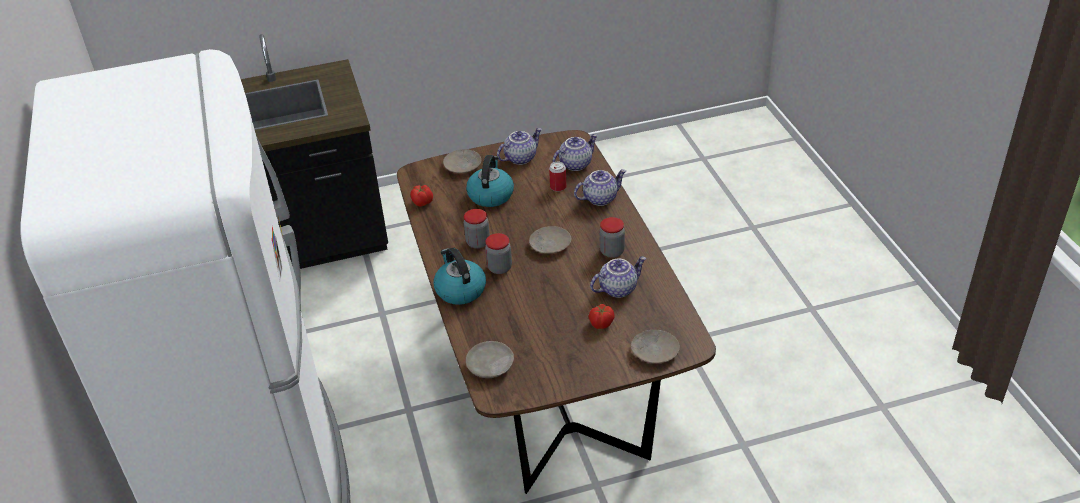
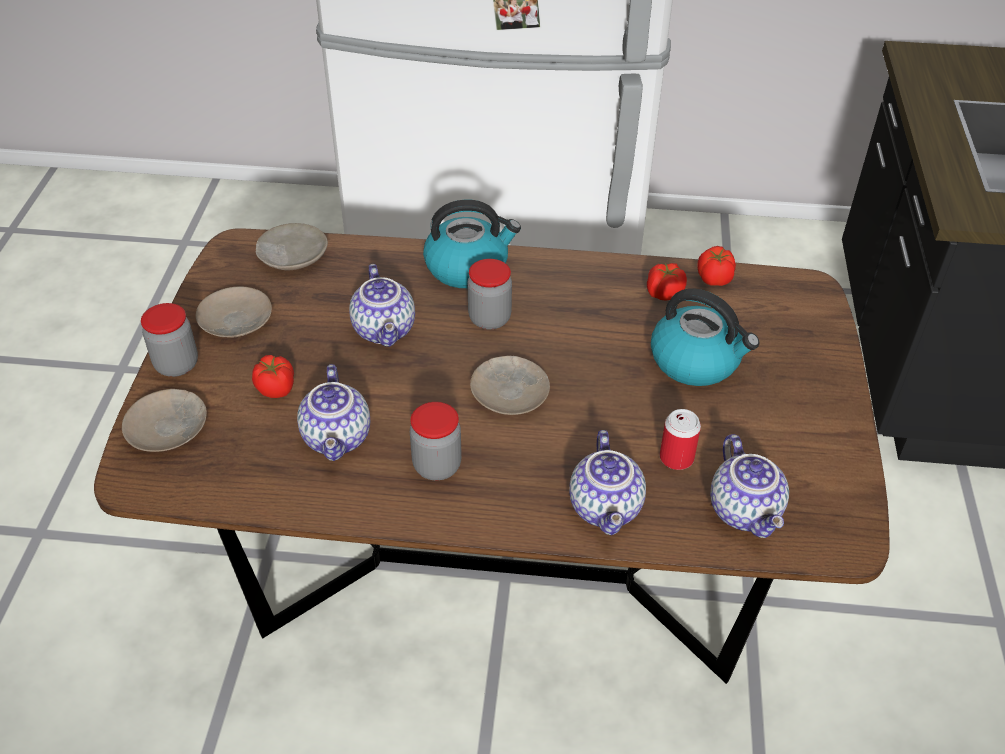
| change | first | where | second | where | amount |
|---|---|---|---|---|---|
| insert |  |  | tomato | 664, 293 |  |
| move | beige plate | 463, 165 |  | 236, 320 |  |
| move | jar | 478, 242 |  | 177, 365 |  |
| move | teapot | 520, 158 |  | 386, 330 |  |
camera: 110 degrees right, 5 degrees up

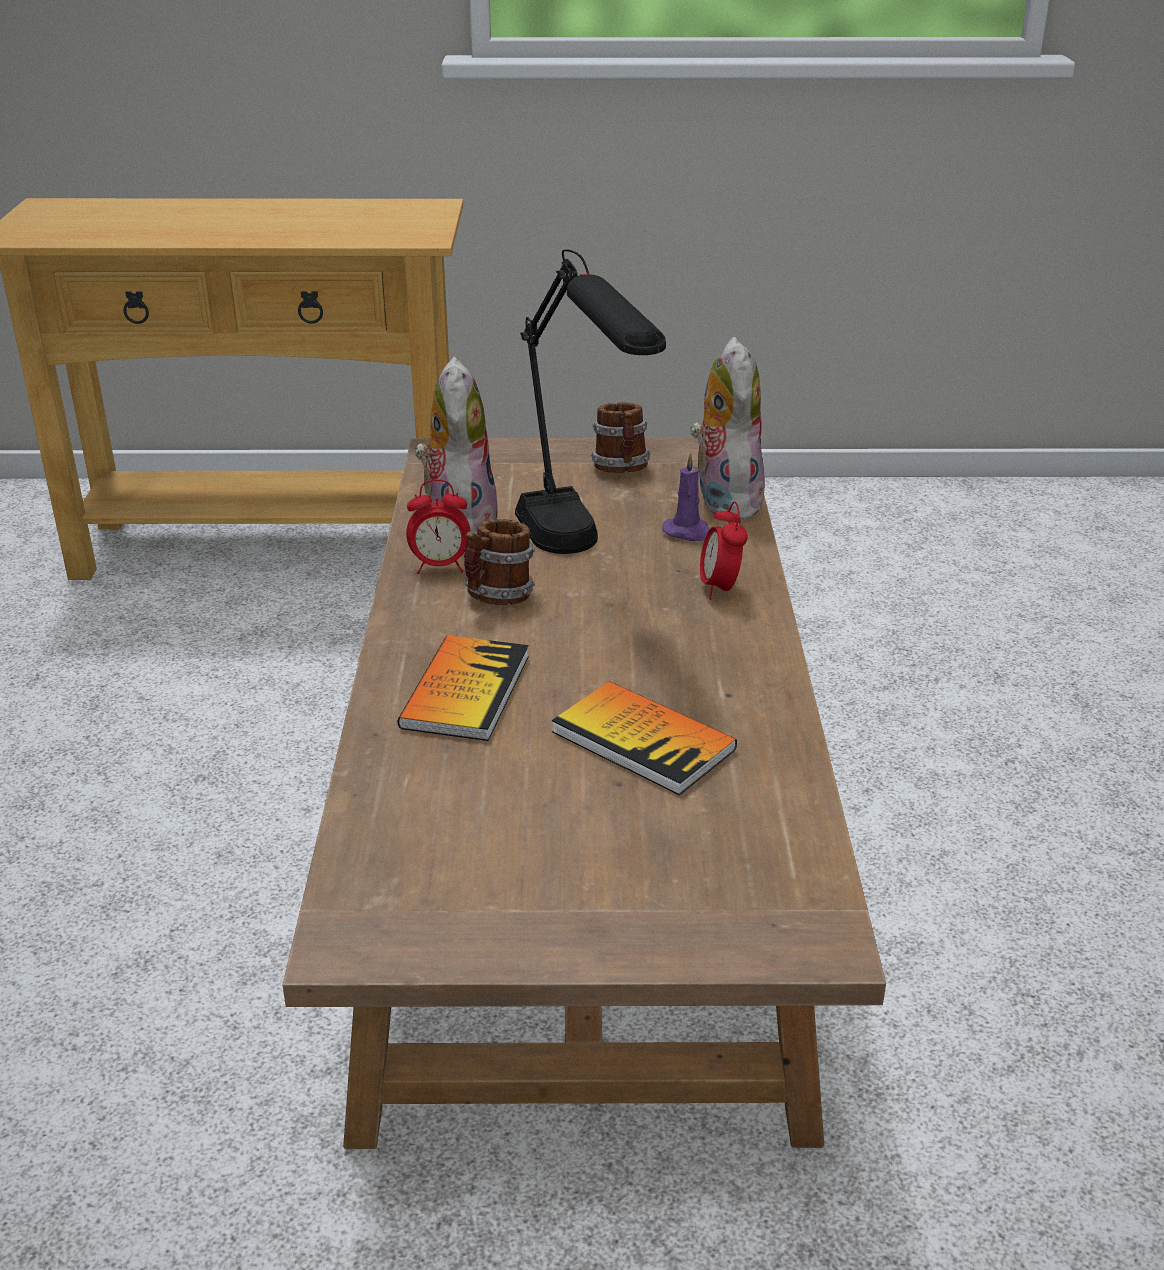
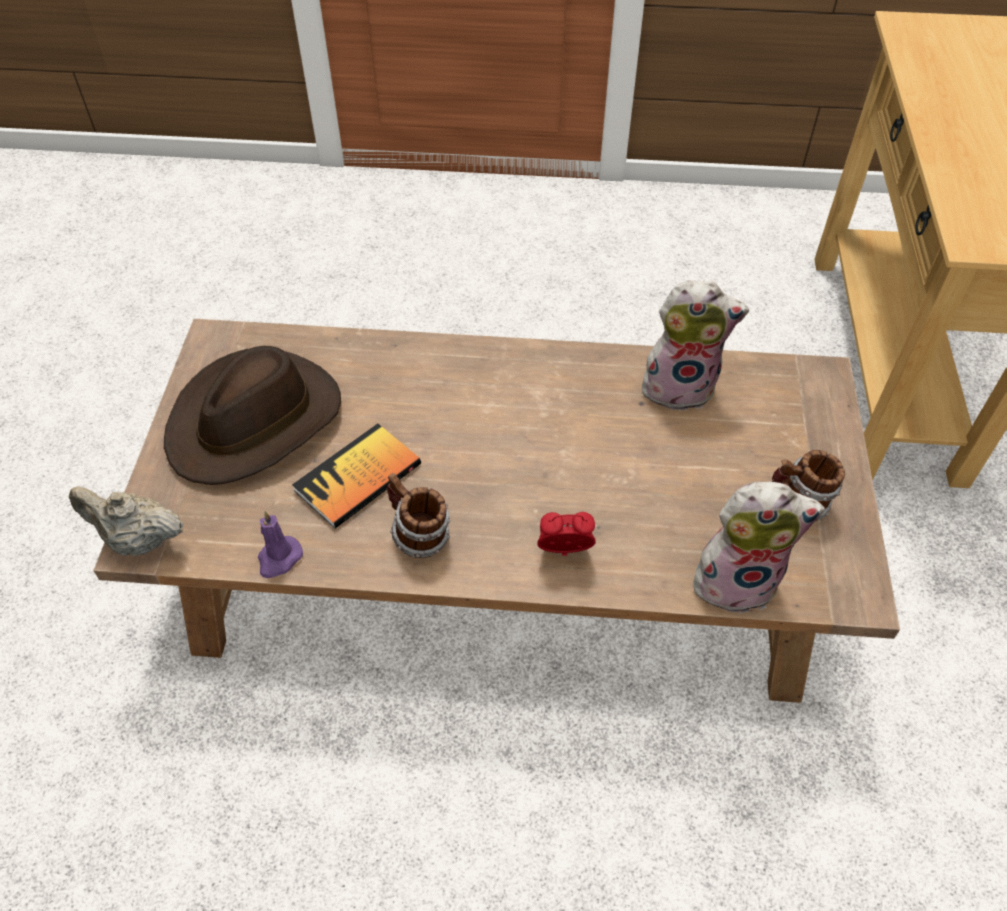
| change | first | where | second | where | amount |
|---|---|---|---|---|---|
| delete | book | 465, 691 |  |  |  |
| delete | alarm clock | 440, 567 |  |  |  |
| delete | black table lamp | 580, 561 |  |  |  |
| insert |  |  | beige teapot | 138, 540 |  |
| insert |  |  | brown hat | 255, 421 |  |
| move | mug | 497, 598 |  | 418, 536 |  |
| move | purple candle | 689, 532 |  | 279, 559 |  |
camera: 95 degrees right, 20 degrees up

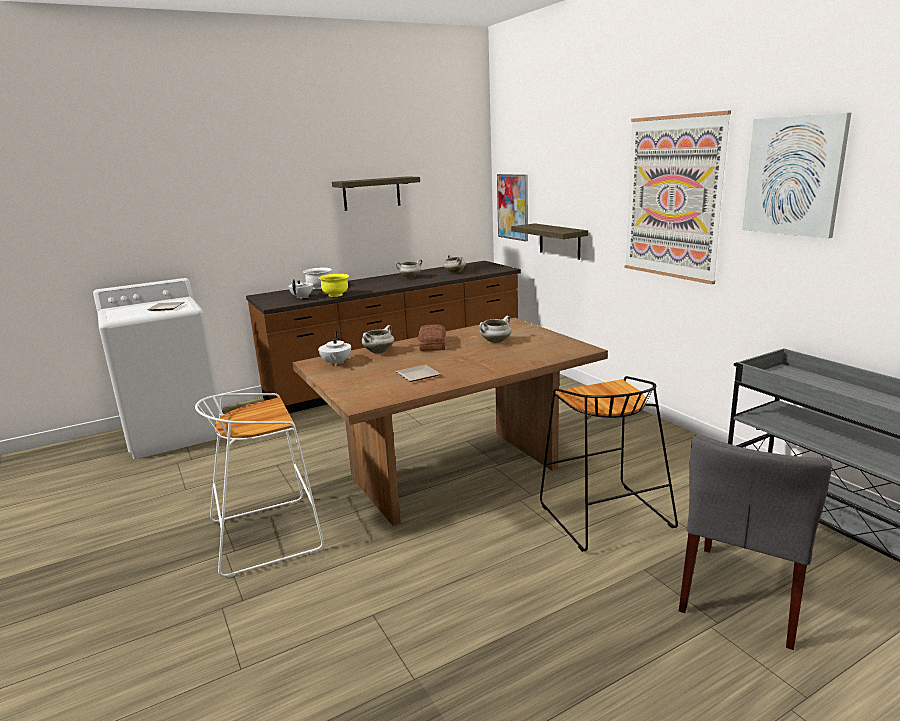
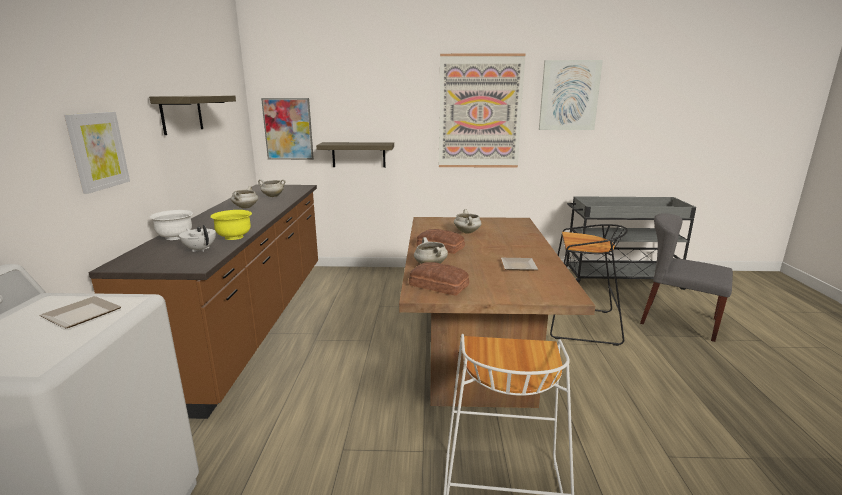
| change | first | where | second | where | amount |
|---|---|---|---|---|---|
| insert |  |  | picture | 97, 151 |  |
| replace | white teapot | 336, 363 | bread | 438, 286 |  |
| rotate | grey chair | 744, 594 |  | 678, 321 | 150 degrees clockwise |
camera: 60 degrees left, 0 degrees up

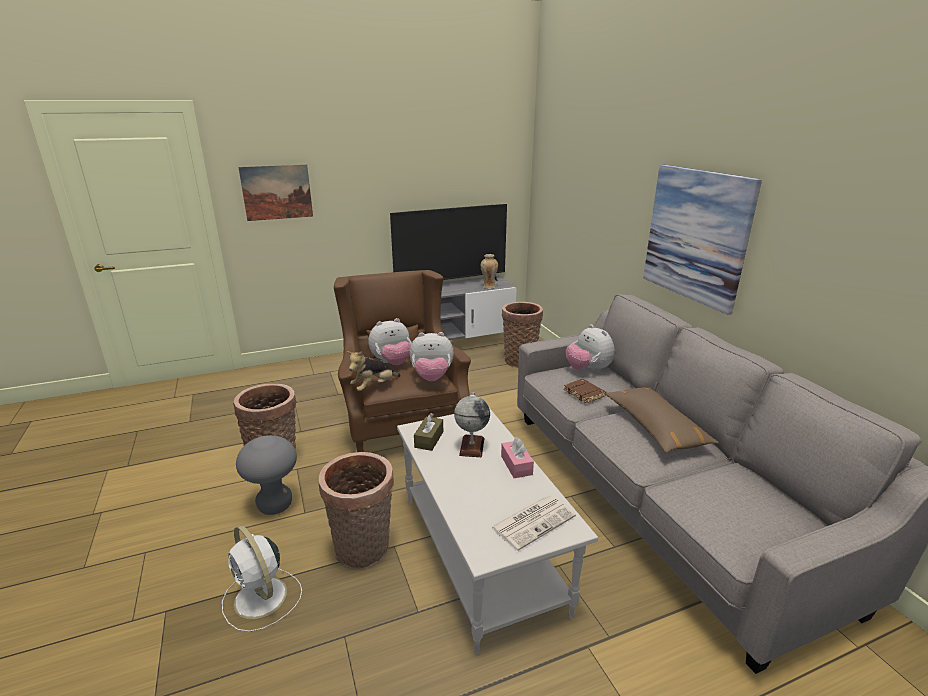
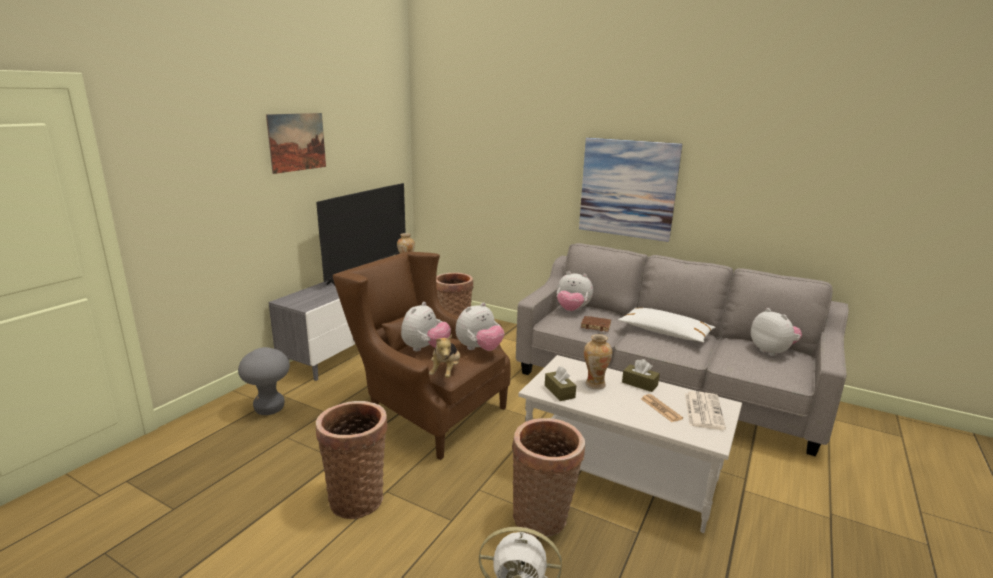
| change | first | where | second | where | amount |
|---|---|---|---|---|---|
| insert |  |  | newspaper | 661, 408 |  |
| insert |  |  | plush toy | 772, 351 |  |
| move | grey stool | 275, 505 |  | 269, 409 |  |
| move | picture | 277, 192 |  | 297, 142 |  |
| replace | globe | 472, 446 | vase | 594, 384 |  |
| recolor | pink tissue box | 516, 465 | brown tissue box | 639, 384 |  |
| recolor | brown pillow | 655, 427 | white pillow | 665, 332 |  |
camera: 40 degrees left, 5 degrees down

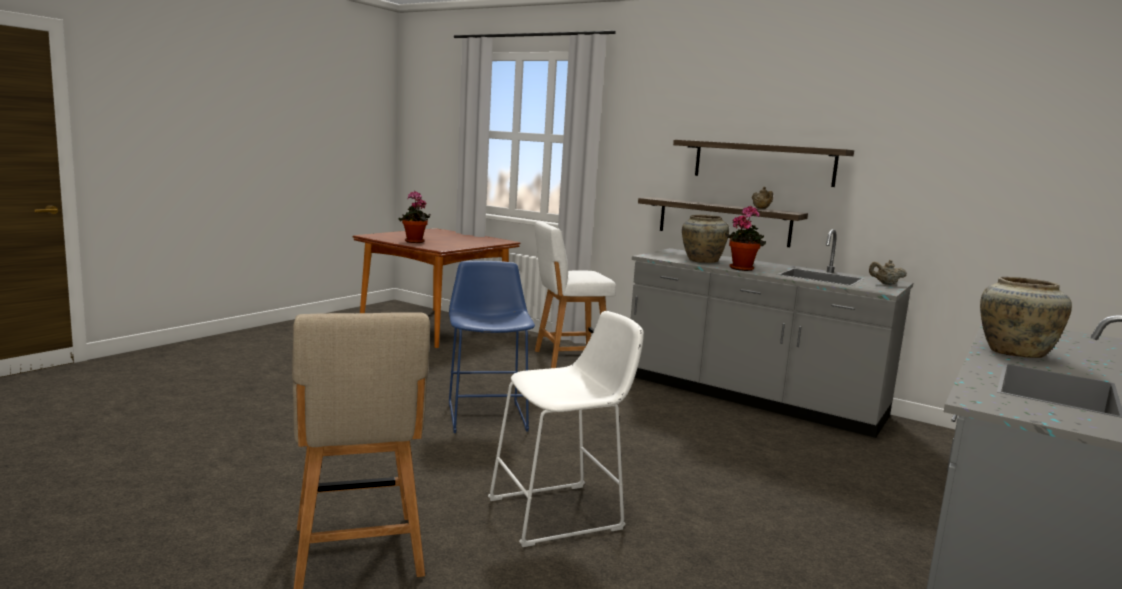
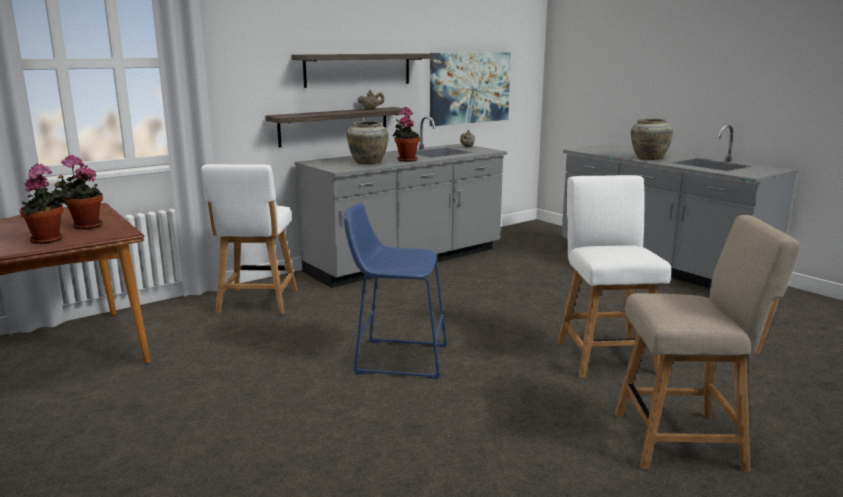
| change | first | where | second | where | amount |
|---|---|---|---|---|---|
| insert |  |  | potted plant | 84, 226 |  |
| insert |  |  | picture | 470, 88 |  |
| replace | white stool | 562, 513 | white chair | 605, 355 |  |
camera: 70 degrees left, 5 degrees up

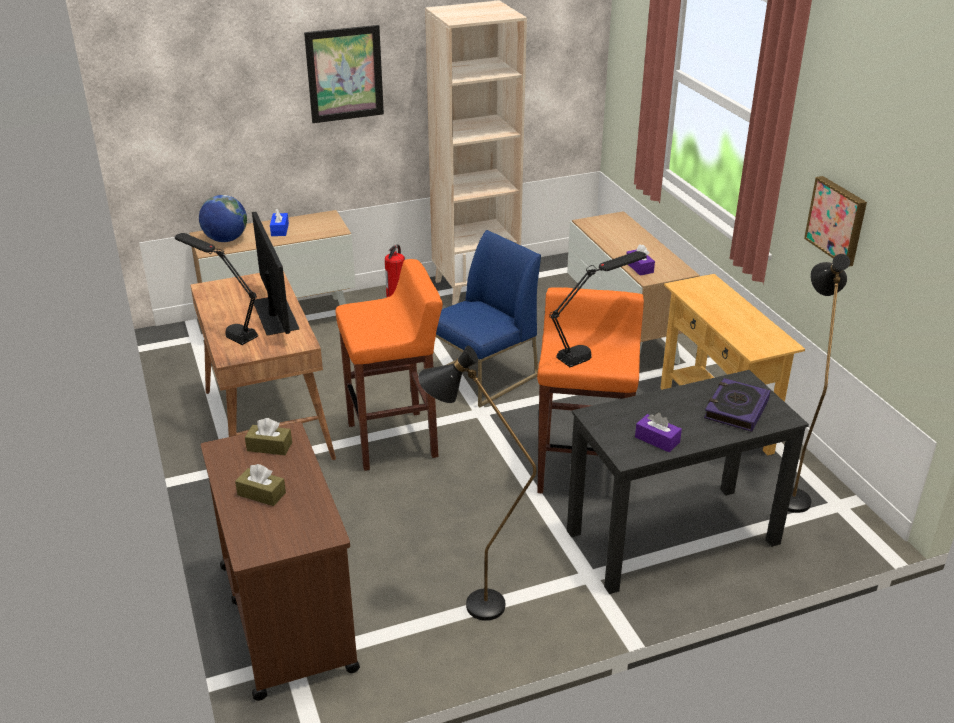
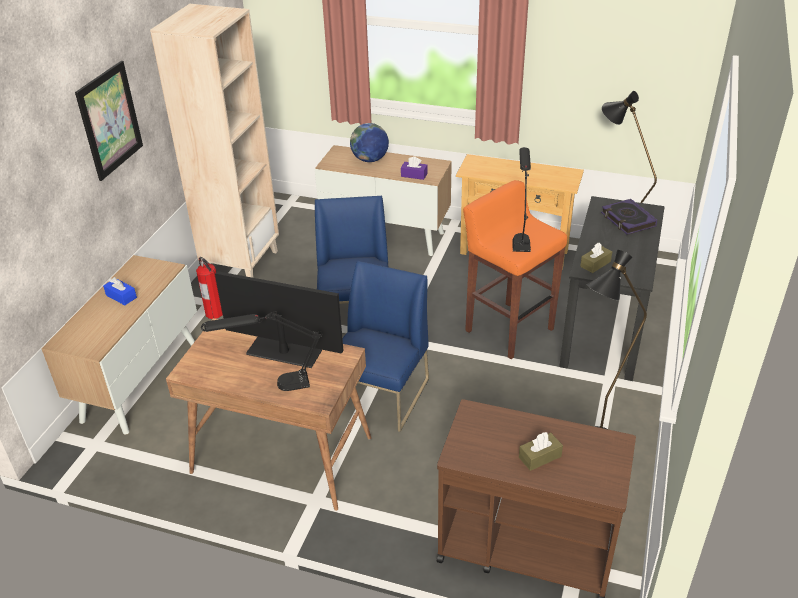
| change | first | where | second | where | amount |
|---|---|---|---|---|---|
| delete | purple tissue box | 657, 440 |  |  |  |
| delete | picture | 837, 220 |  |  |  |
| move | globe | 225, 239 |  | 370, 160 |  |
| move | brown tissue box | 269, 447 |  | 595, 264 |  |
| replace | orange stool | 394, 440 | blue chair | 381, 396 |  |
camera: 50 degrees left, 5 degrees up

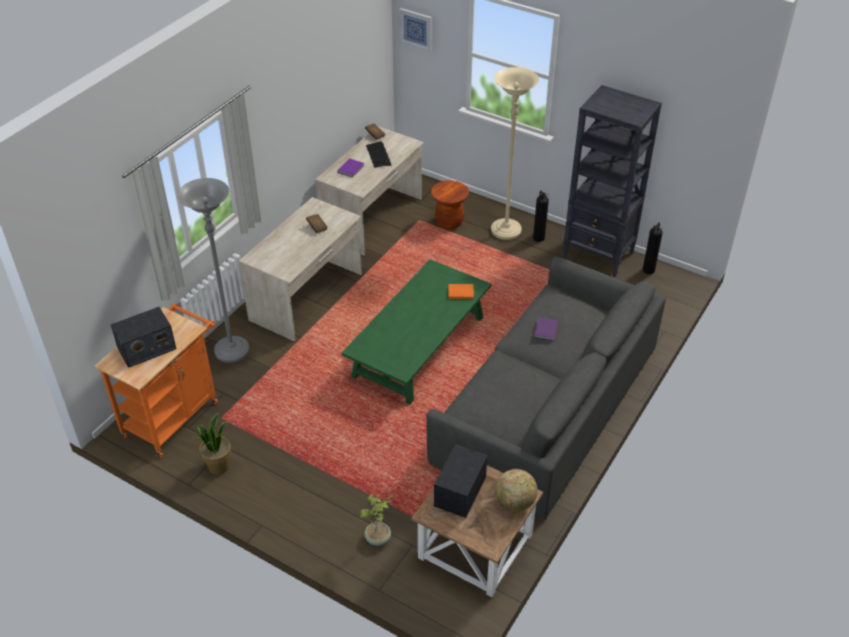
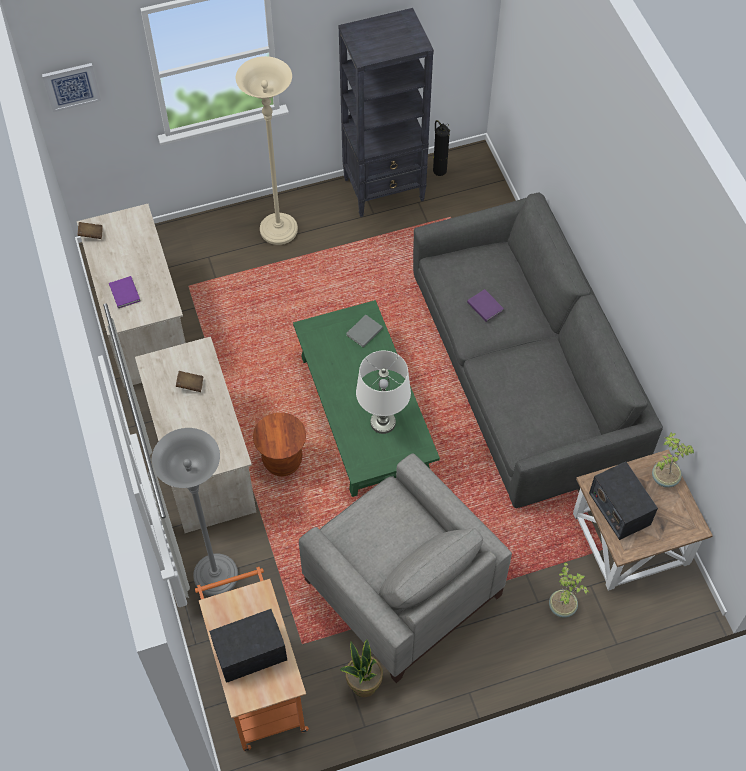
| change | first | where | second | where | amount |
|---|---|---|---|---|---|
| delete | keyboard | 378, 155 |  |  |  |
| delete | fire extinguisher | 538, 237 |  |  |  |
| insert |  |  | grey armchair | 400, 586 |  |
| insert |  |  | white table lamp | 383, 422 |  |
| move | brown stool | 449, 222 |  | 282, 461 |  |
| replace | globe | 515, 503 | potted plant | 664, 478 |  |
| recolor | orange book | 460, 292 | grey book | 363, 332 |  |
| rotate | radio | 146, 348 |  | 250, 652 | 120 degrees counterclockwise |
camera: 50 degrees left, 15 degrees up

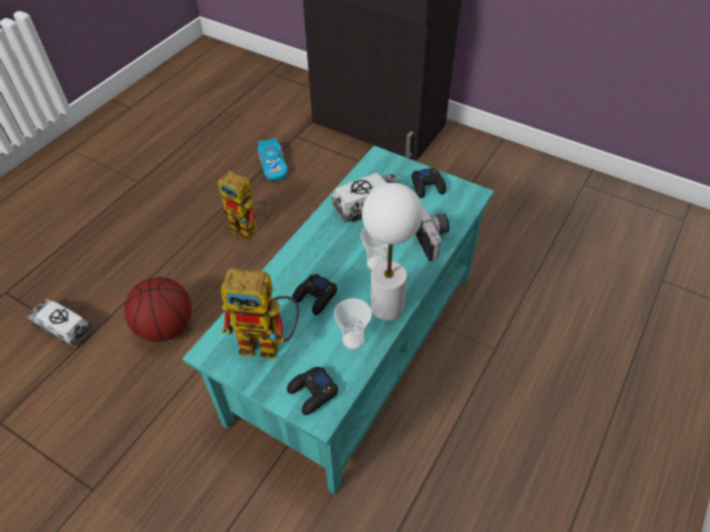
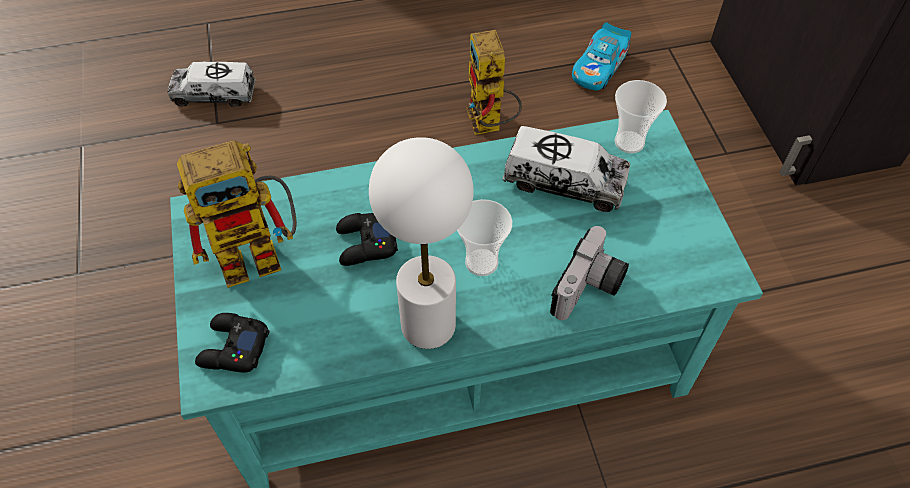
| change | first | where | second | where | amount |
|---|---|---|---|---|---|
| delete | basketball | 165, 327 |  |  |  |
| delete | black game controller | 428, 186 |  |  |  |
| move | cup | 353, 340 |  | 629, 142 |  |
| rotate | toy truck | 62, 327 |  | 214, 94 | 75 degrees counterclockwise |
| rotate | toy robot | 270, 342 |  | 262, 253 | 75 degrees counterclockwise |
camera: 45 degrees right, 5 degrees up

